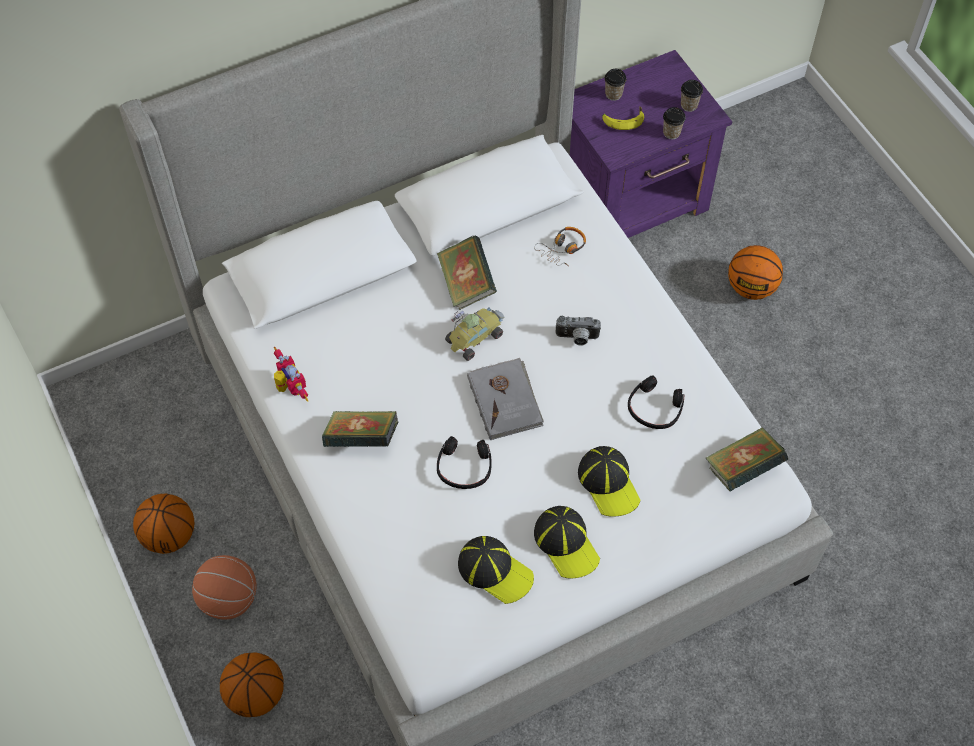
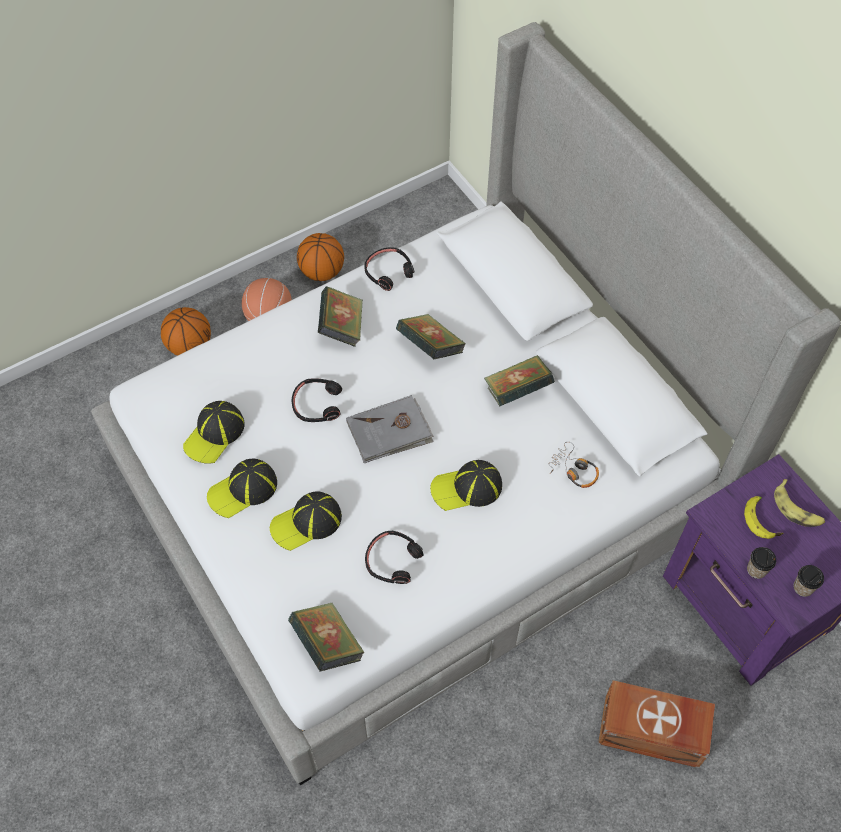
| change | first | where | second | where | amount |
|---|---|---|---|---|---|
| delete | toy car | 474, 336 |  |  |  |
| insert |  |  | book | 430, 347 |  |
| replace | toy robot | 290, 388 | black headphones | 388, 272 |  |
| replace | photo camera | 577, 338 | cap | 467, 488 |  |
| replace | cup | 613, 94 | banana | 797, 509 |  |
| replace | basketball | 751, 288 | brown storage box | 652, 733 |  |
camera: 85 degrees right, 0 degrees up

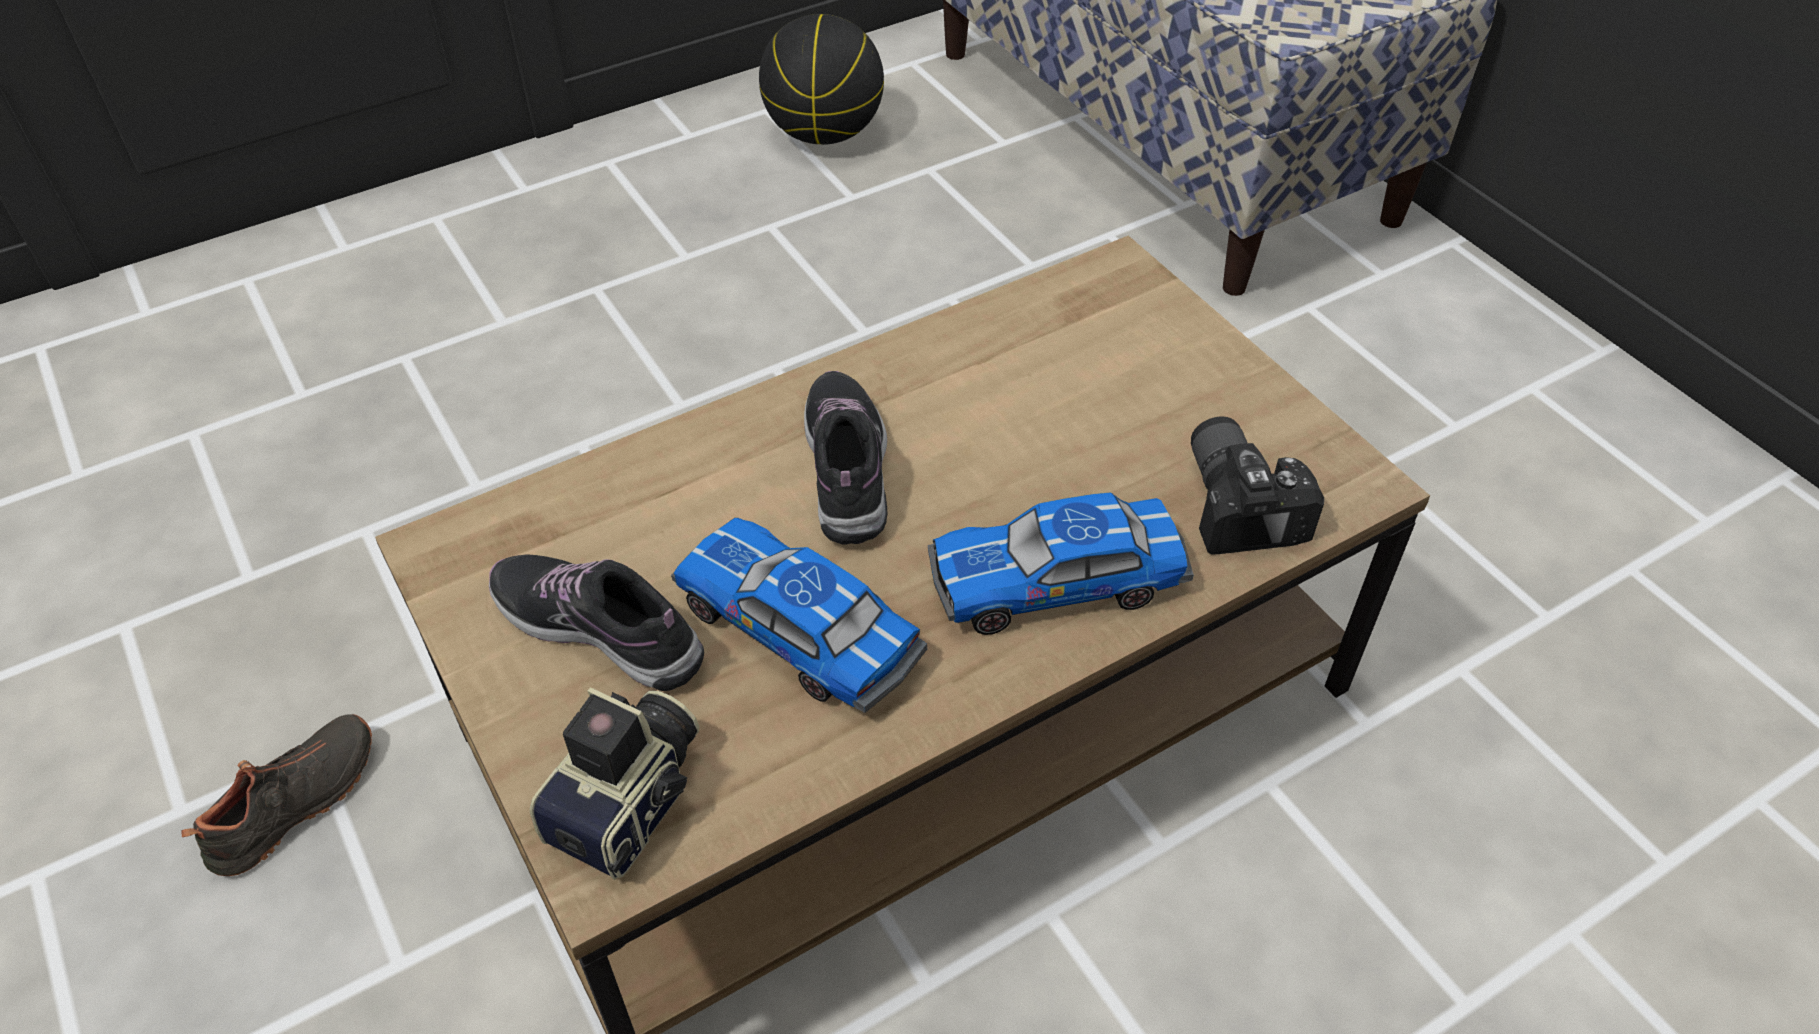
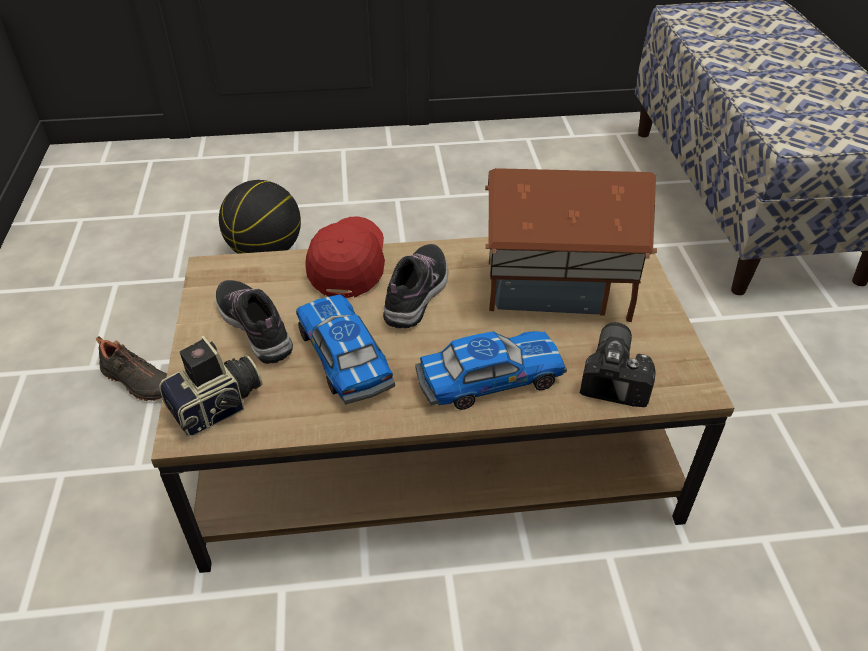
| change | first | where | second | where | amount |
|---|---|---|---|---|---|
| insert |  |  | red cap | 348, 266 |  |
| insert |  |  | toy house | 557, 291 |  |
| move | basketball | 825, 133 |  | 266, 252 |  |
| rotate | black shoe | 298, 805 |  | 137, 382 | 60 degrees clockwise |
| rotate | toy car | 1058, 581 |  | 489, 380 | 150 degrees clockwise |
camera: 25 degrees right, 5 degrees down

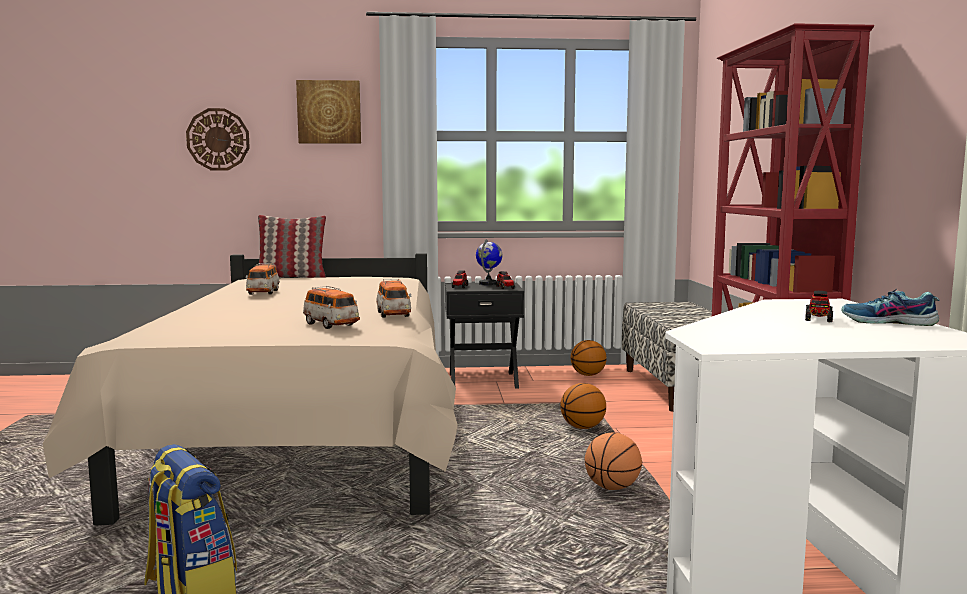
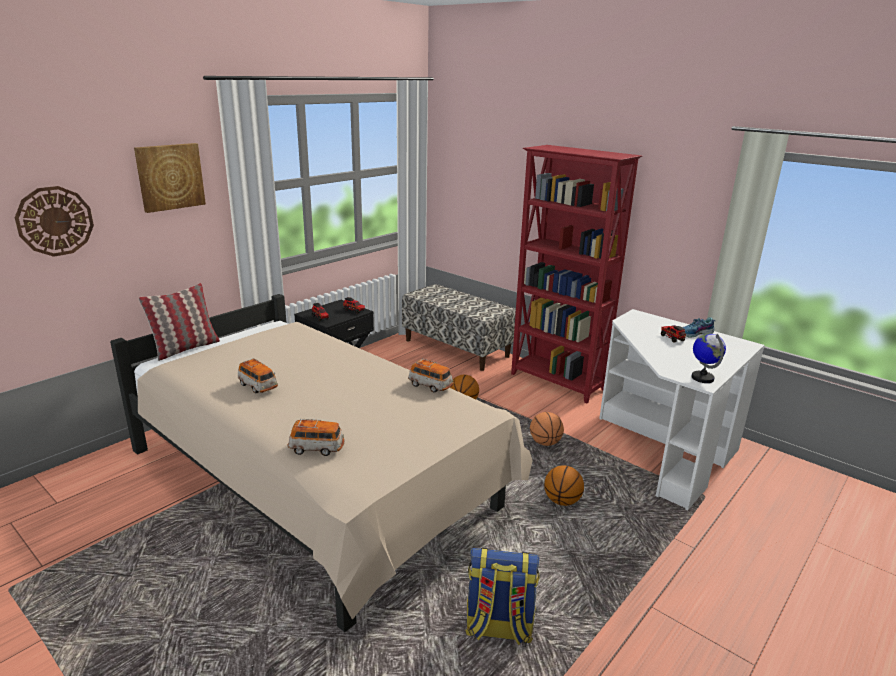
| change | first | where | second | where | amount |
|---|---|---|---|---|---|
| move | toy car | 331, 325 |  | 316, 449 |  |
| move | globe | 488, 284 |  | 702, 378 |  |
| move | basketball | 587, 375 |  | 561, 501 |  |
camera: 45 degrees left, 15 degrees up

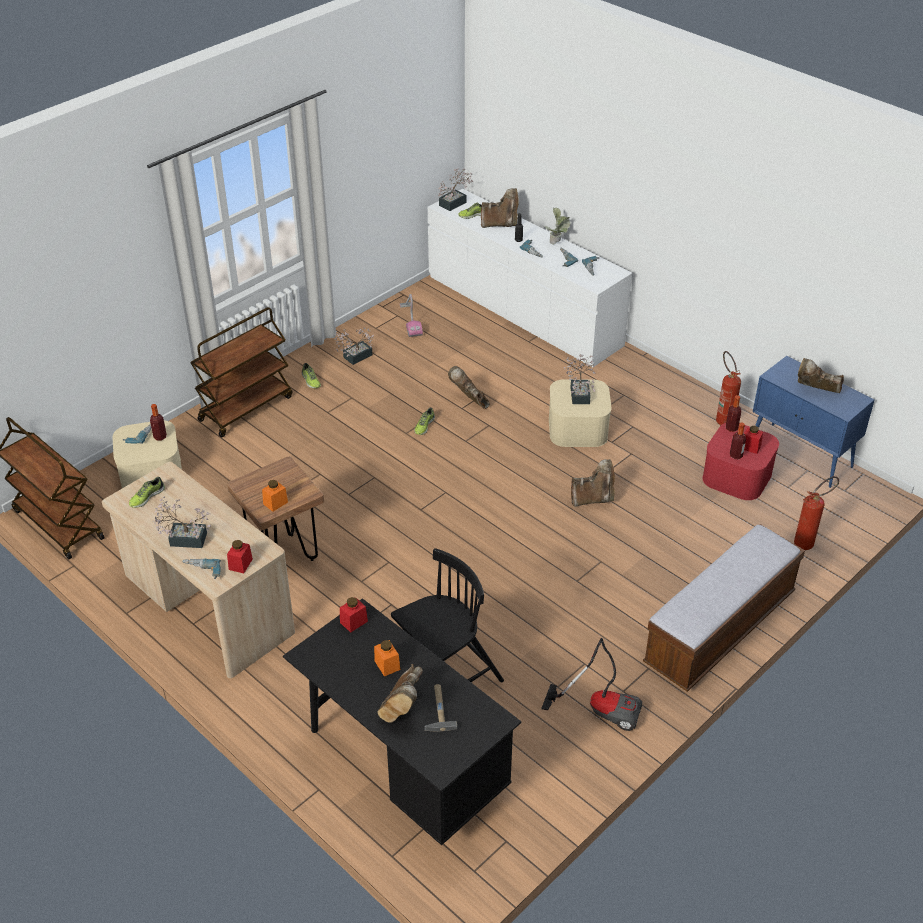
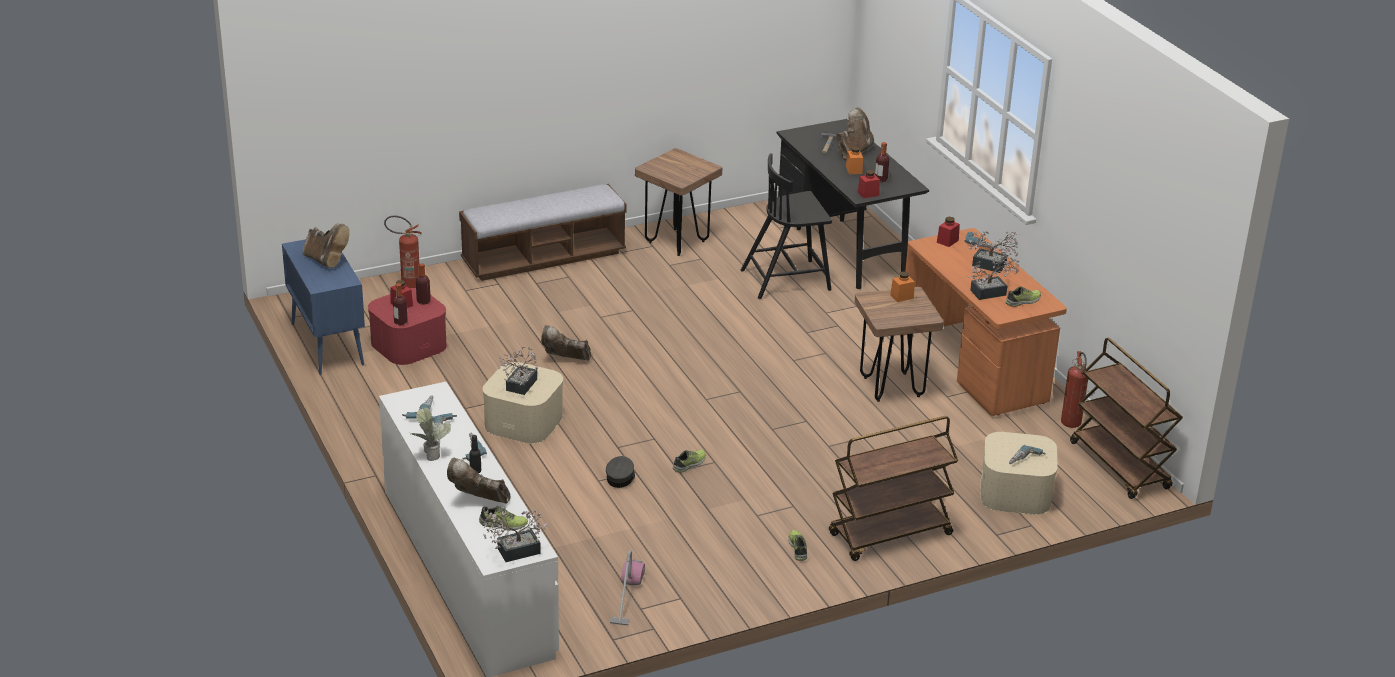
| change | first | where | second | where | amount |
|---|---|---|---|---|---|
| move | bottle | 160, 437 |  | 881, 179 |  |
| move | potted plant | 355, 357 |  | 992, 292 |  |
| move | fire extinguisher | 722, 418 |  | 1071, 425 |  |
| replace | brown boot | 469, 400 | grey cap | 620, 477 |  |
| replace | vacuum cleaner | 601, 708 | brown stool | 676, 242 |  |
| recolor | beige desk | 206, 607 | orange desk | 974, 368 |  |
camera: 160 degrees left, 10 degrees down

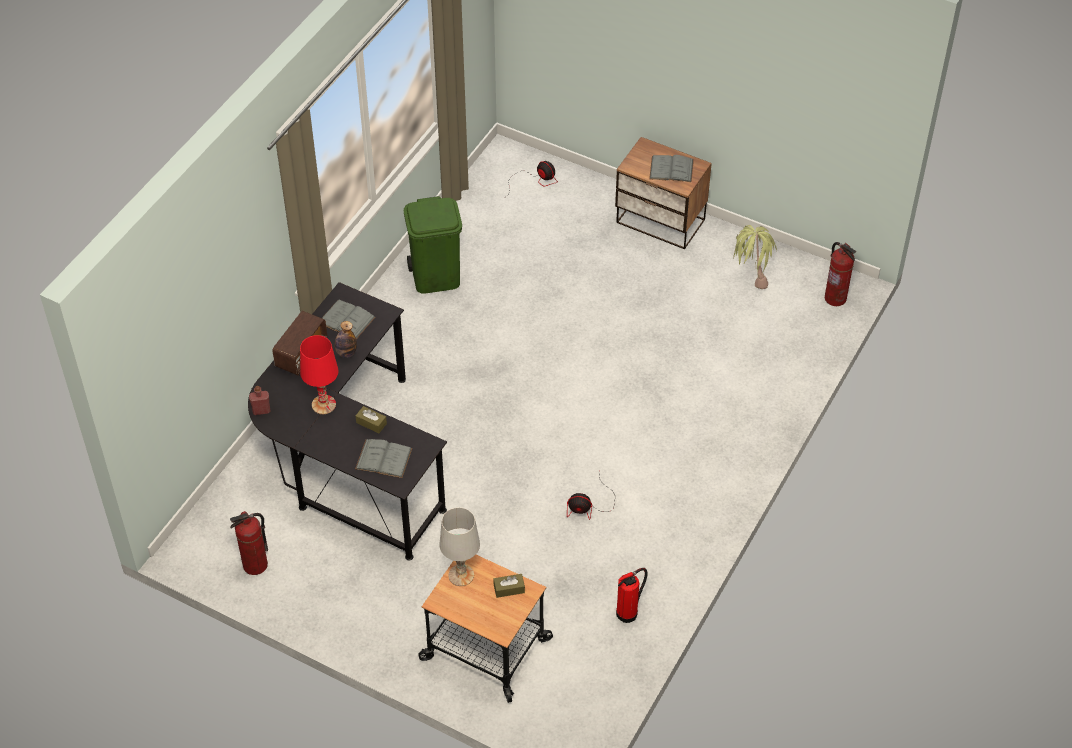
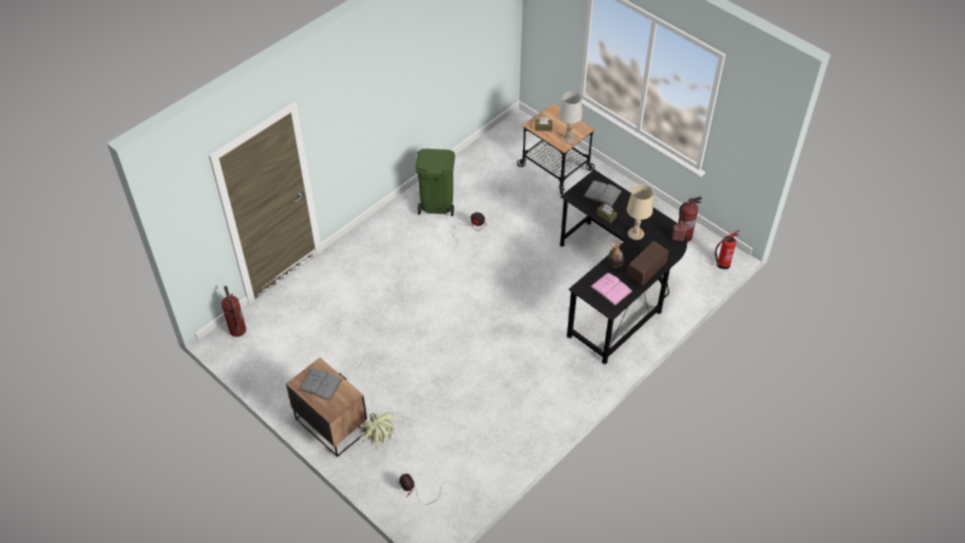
| change | first | where | second | where | amount |
|---|---|---|---|---|---|
| move | green trash can | 436, 277 |  | 436, 204 |  |
| move | fire extinguisher | 628, 612 |  | 722, 264 |  |
| move | potted plant | 750, 277 |  | 380, 448 |  |
| recolor | red table lamp | 324, 404 | beige table lamp | 635, 233 |  |
| recolor | grey book | 346, 320 | pink book | 611, 289 |  |
camera: 165 degrees left, 0 degrees up

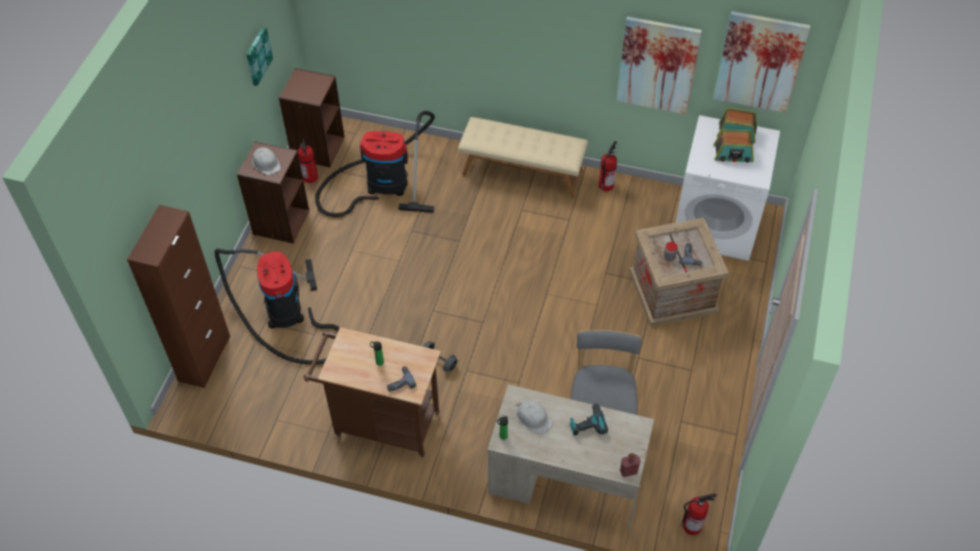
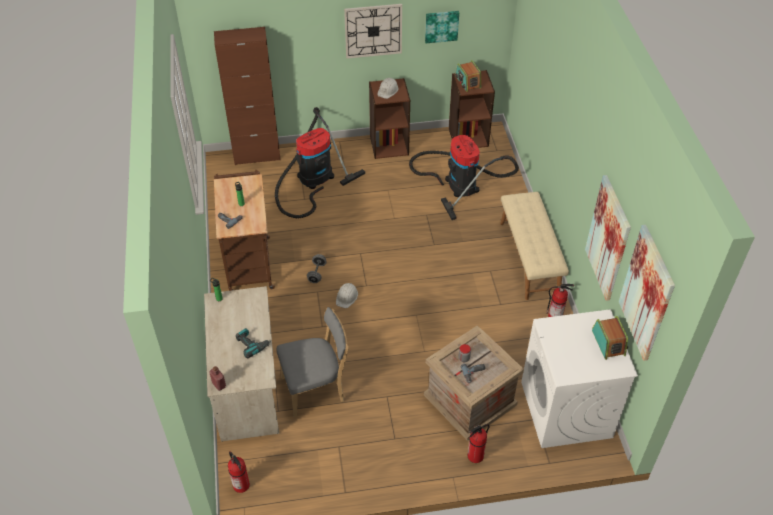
| change | first | where | second | where | amount |
|---|---|---|---|---|---|
| insert |  |  | wall clock | 373, 30 |  |
| move | fire extinguisher | 310, 177 |  | 475, 456 |  |
| move | white hard hat | 533, 418 |  | 347, 297 |  |
| move | radio | 733, 154 |  | 467, 82 |  |
camera: 65 degrees right, 5 degrees down

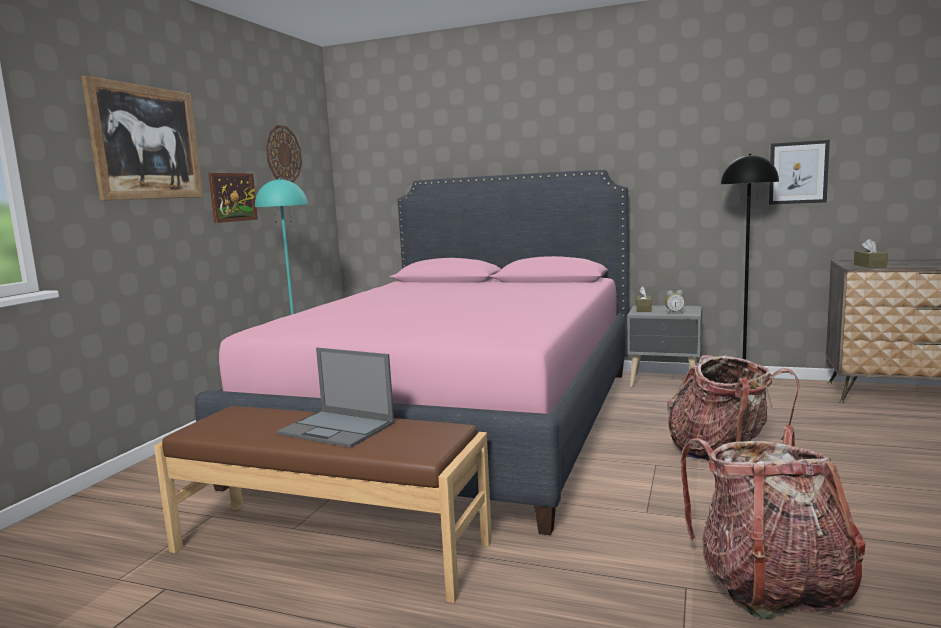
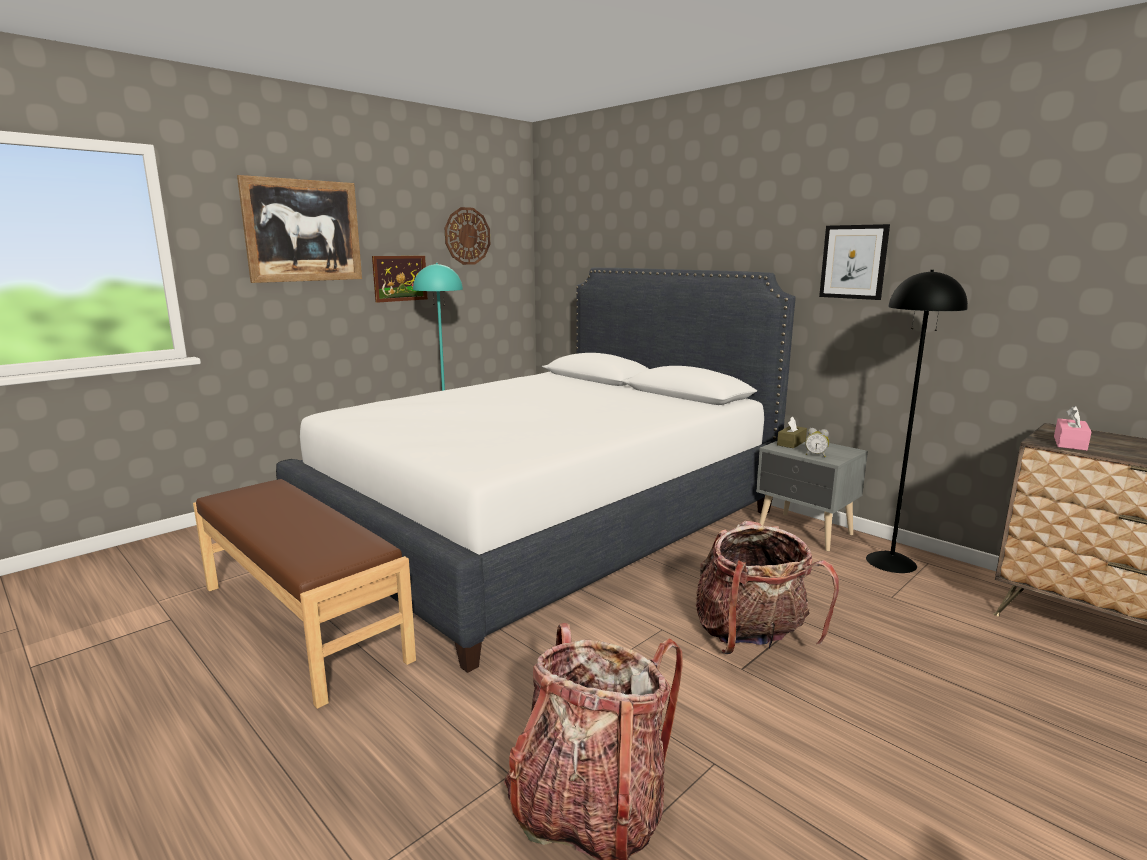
| change | first | where | second | where | amount |
|---|---|---|---|---|---|
| delete | laptop | 337, 428 |  |  |  |
| move | picture | 798, 172 |  | 853, 262 |  |
| recolor | pink bed | 460, 420 | white bed | 546, 526 |  |
| recolor | brown tissue box | 869, 265 | pink tissue box | 1070, 443 |  |
camera: 25 degrees right, 5 degrees up

